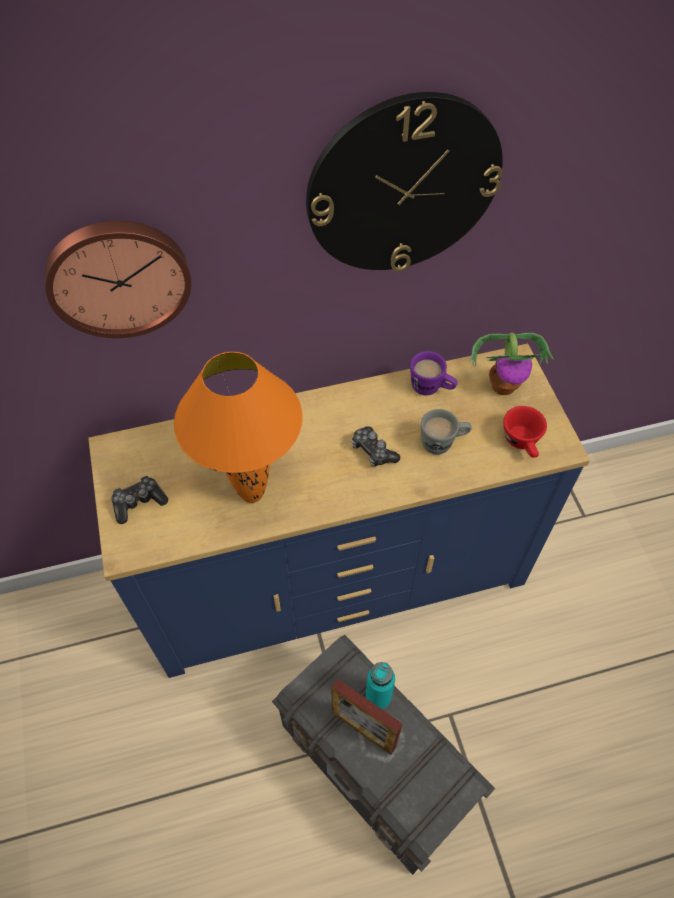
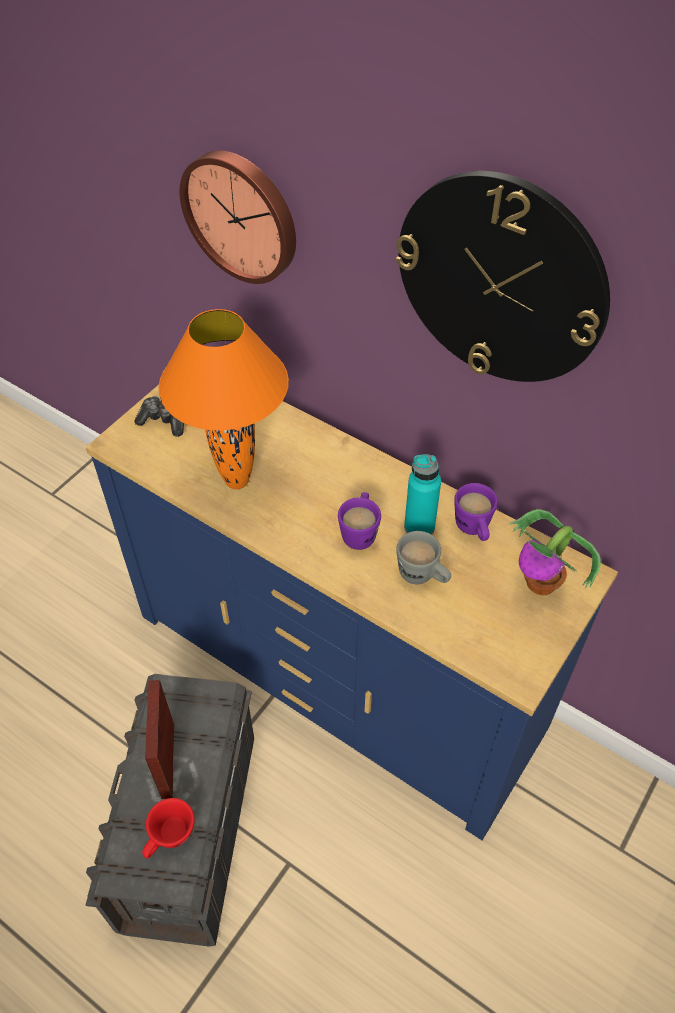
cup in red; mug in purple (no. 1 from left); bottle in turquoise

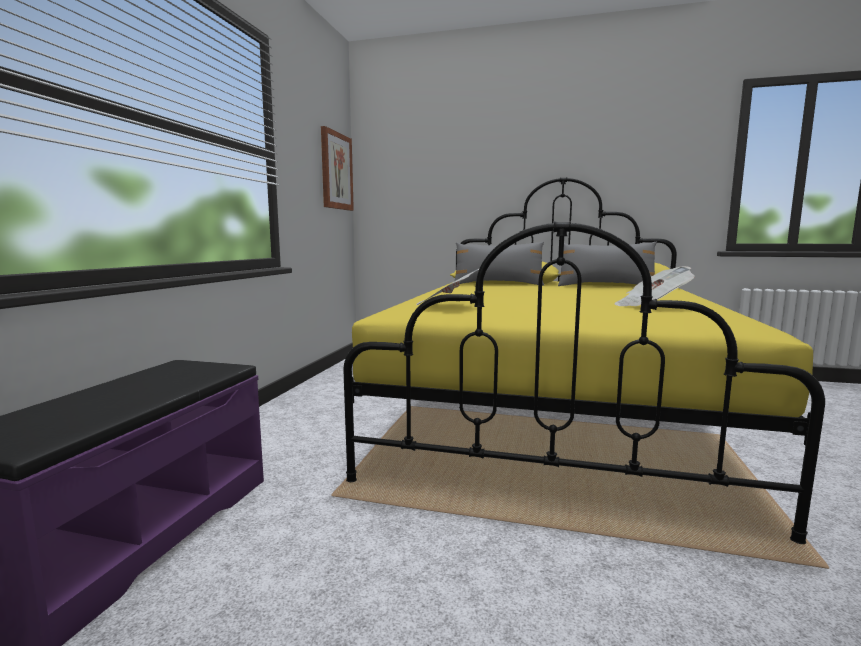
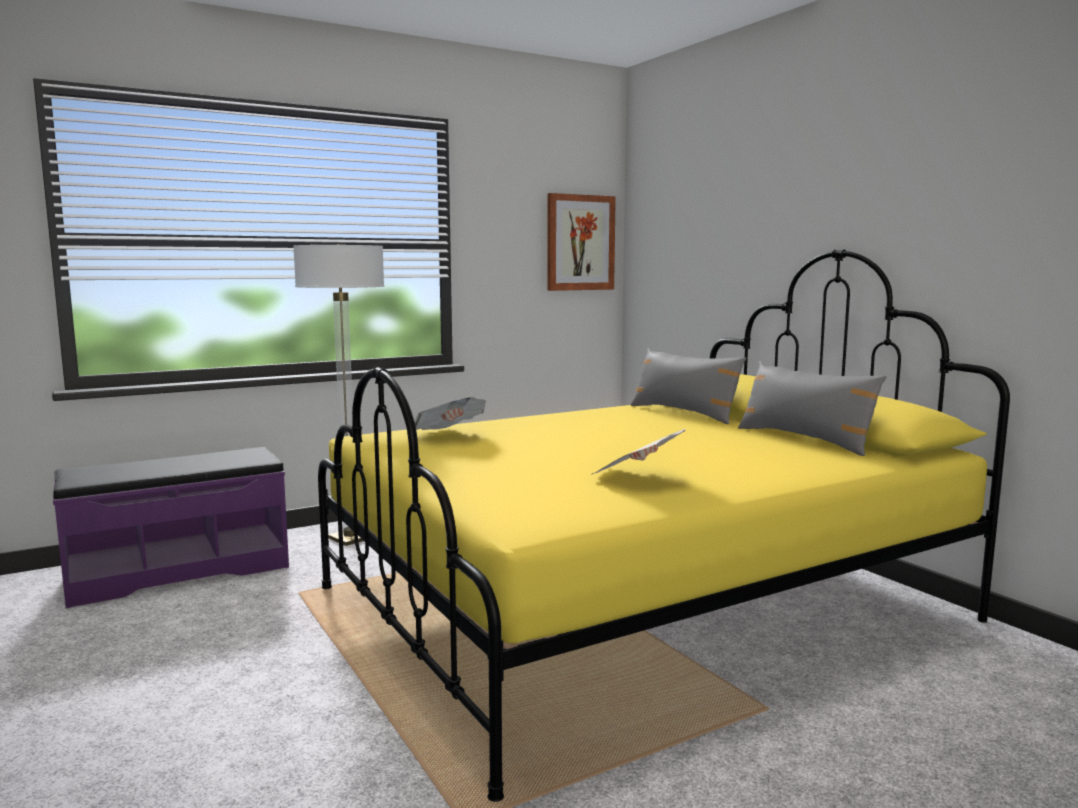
floor lamp

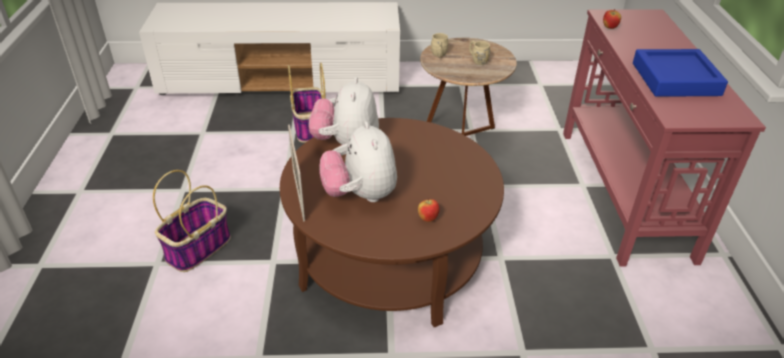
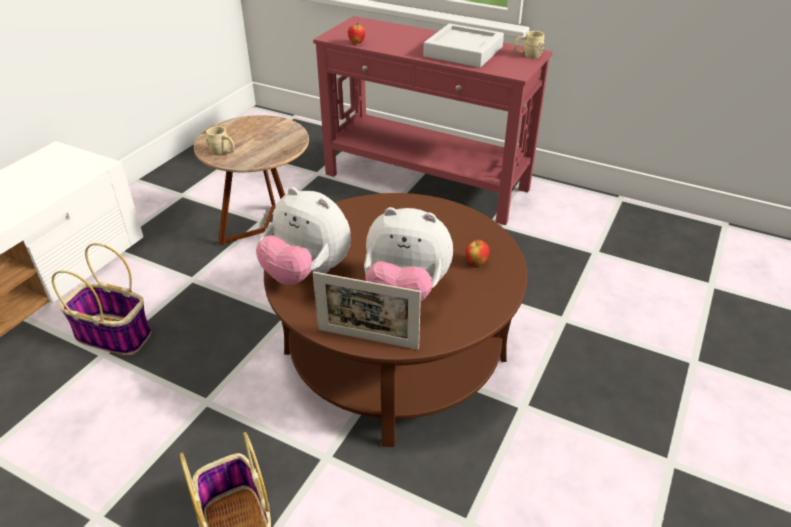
tray in grey; mug in beige (no. 2 from left)

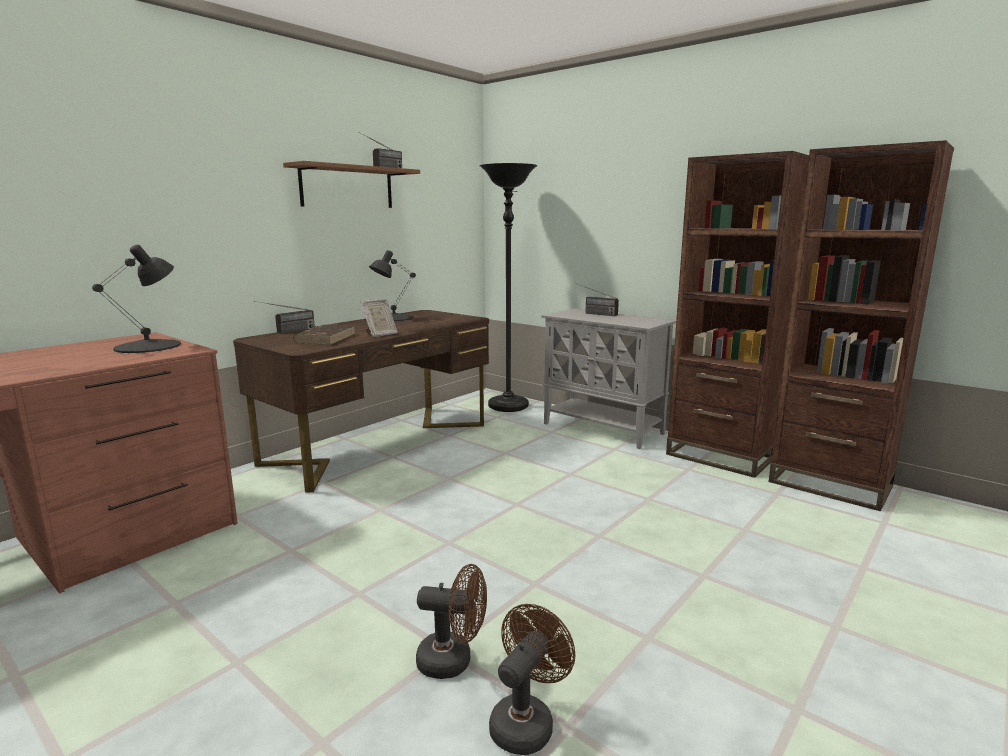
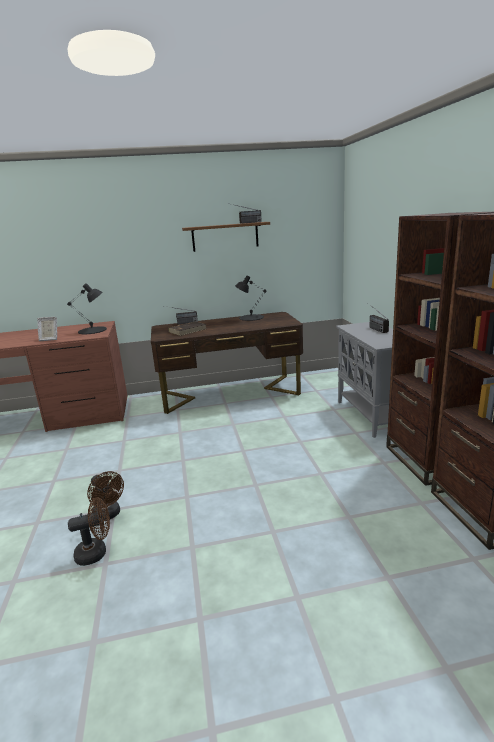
picture frame; floor lamp in black

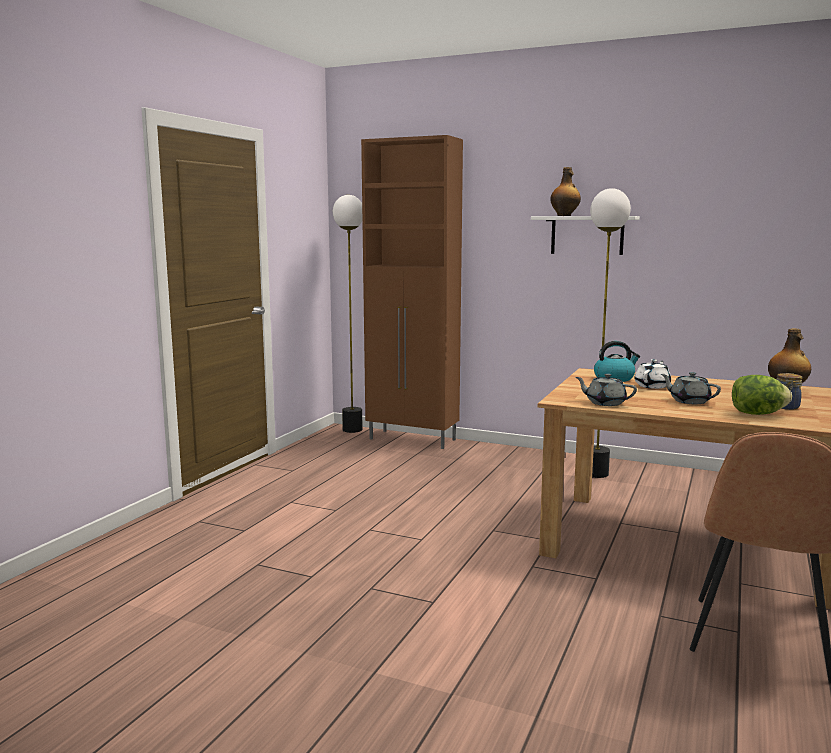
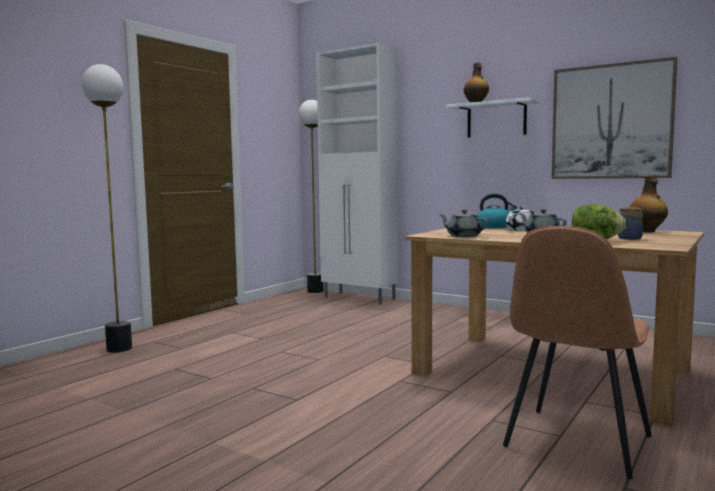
floor lamp (no. 1 from left); cabinet in white; picture

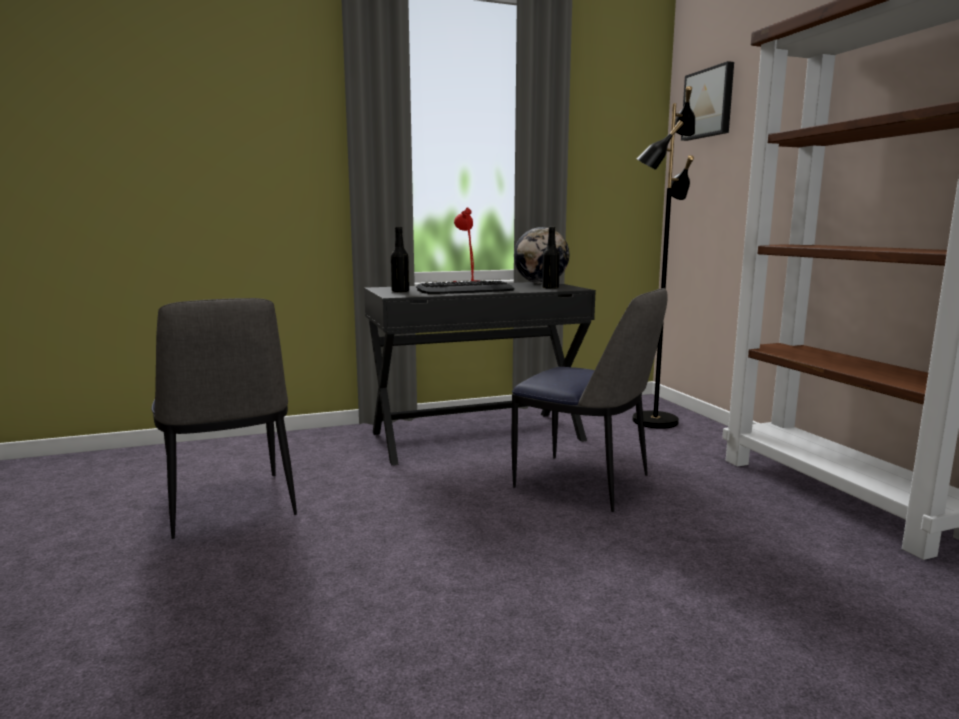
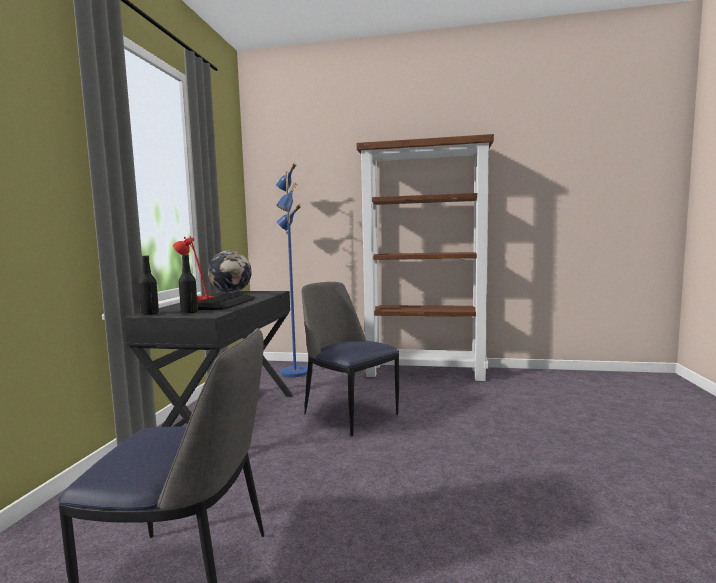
bottle in black (no. 1 from left); floor lamp in blue; chair (no. 2 from left); picture

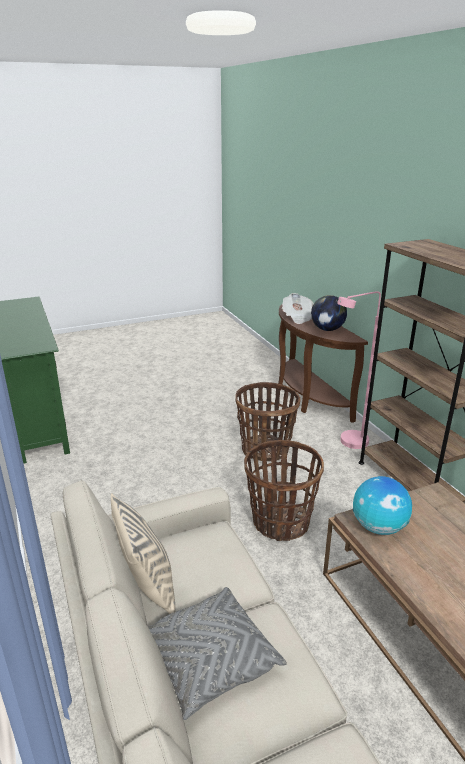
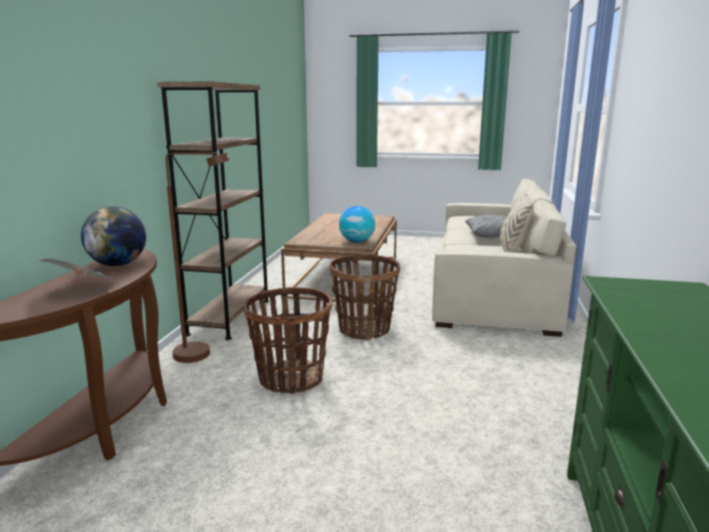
floor lamp in brown

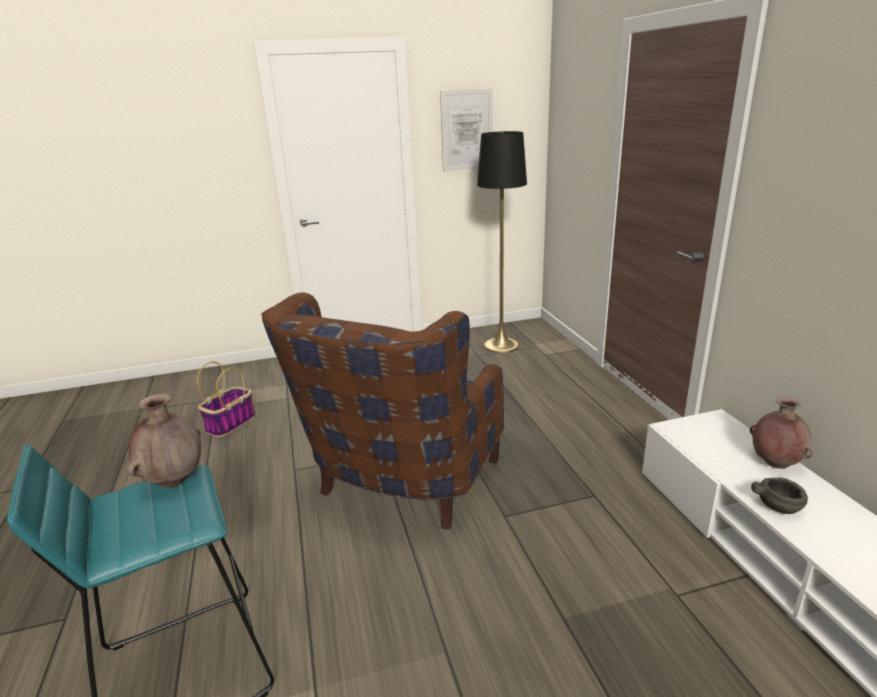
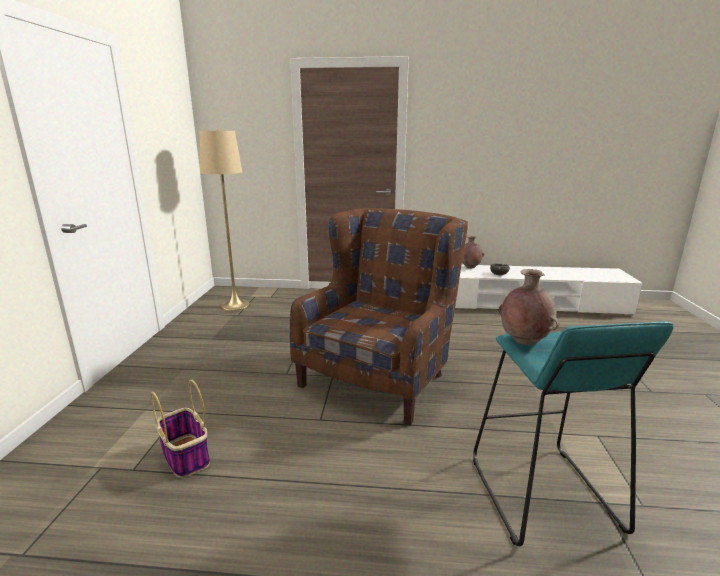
floor lamp in beige; armchair in brown; picture

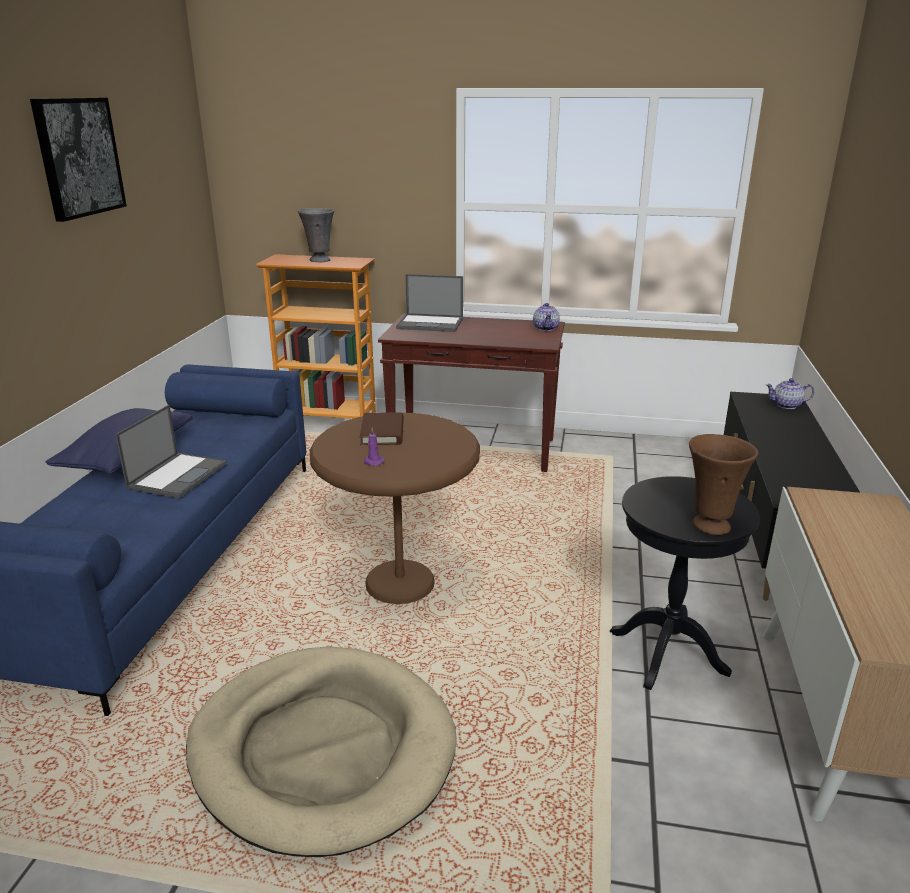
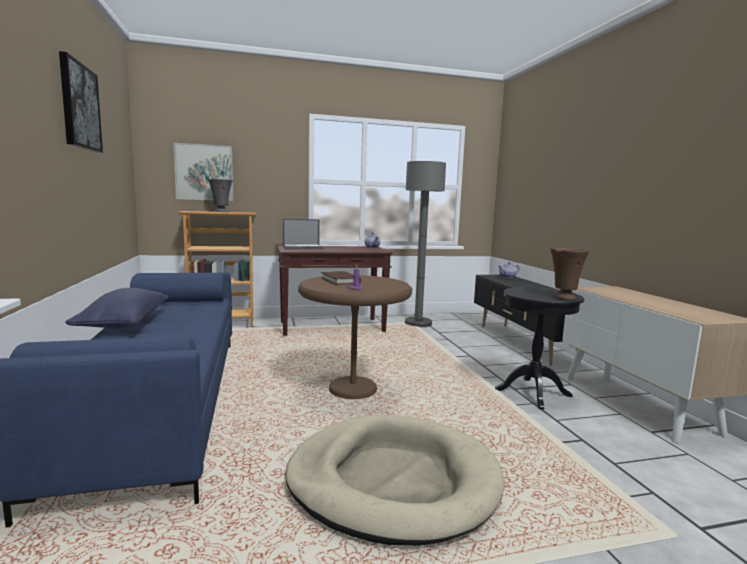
picture (no. 2 from left); floor lamp in grey; laptop (no. 1 from left in the first image)

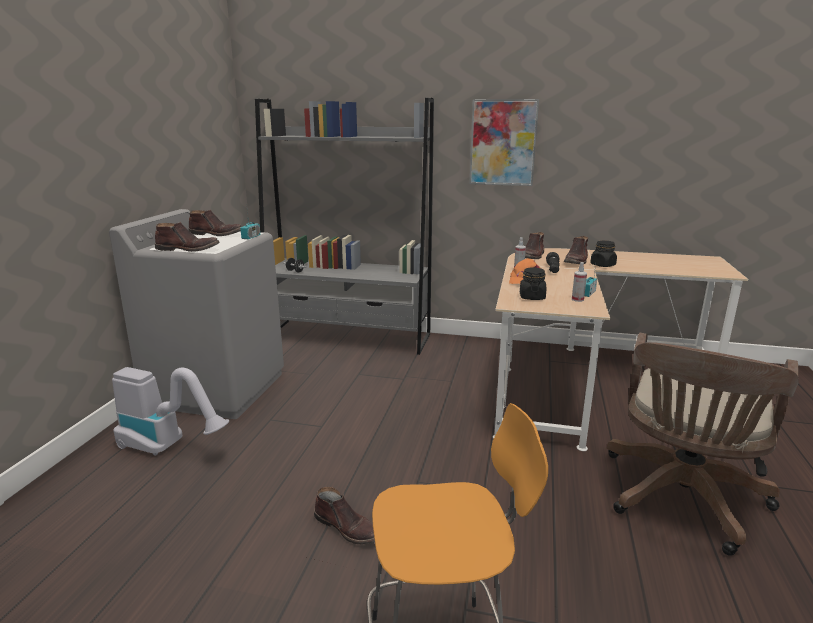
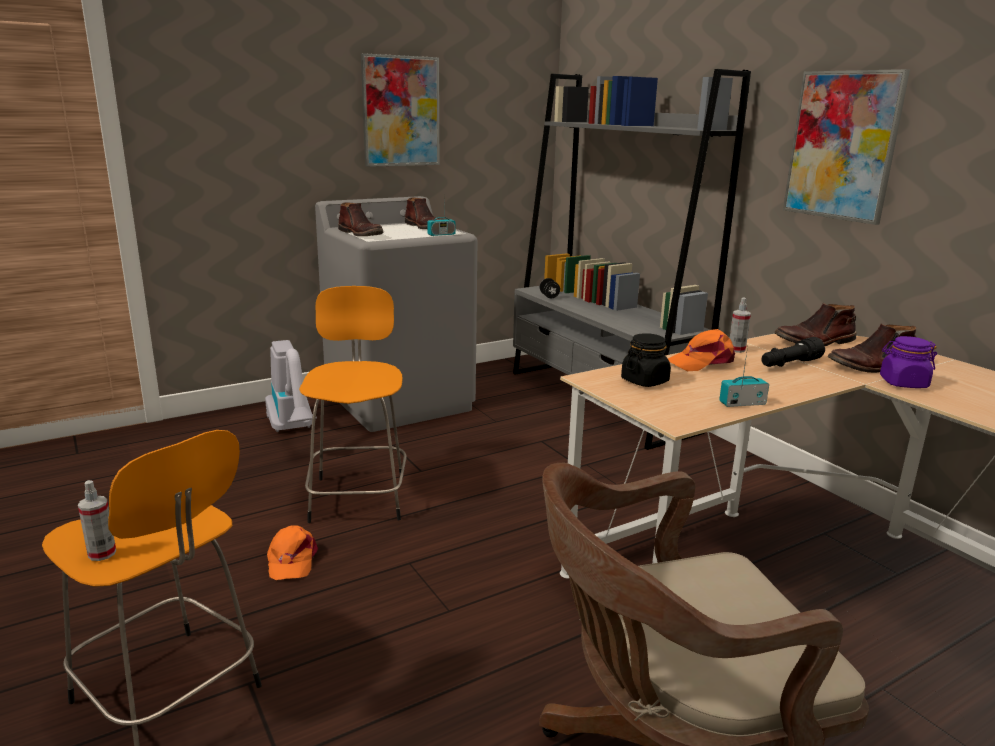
spray bottle (no. 1 from left); cap in orange (no. 1 from left); stool in orange (no. 2 from left); picture (no. 1 from left); jar in purple

